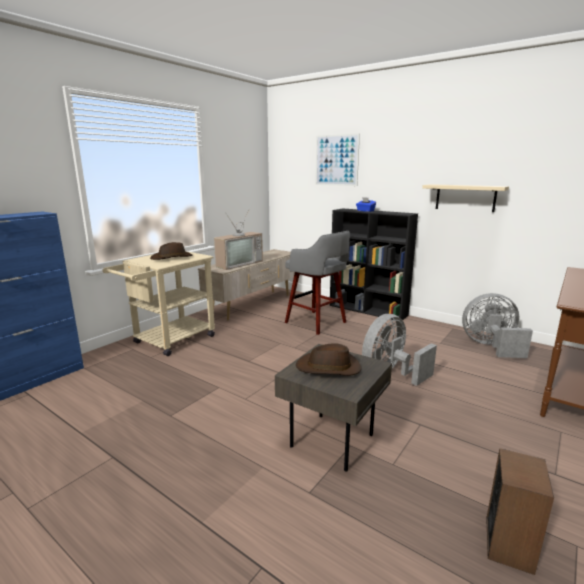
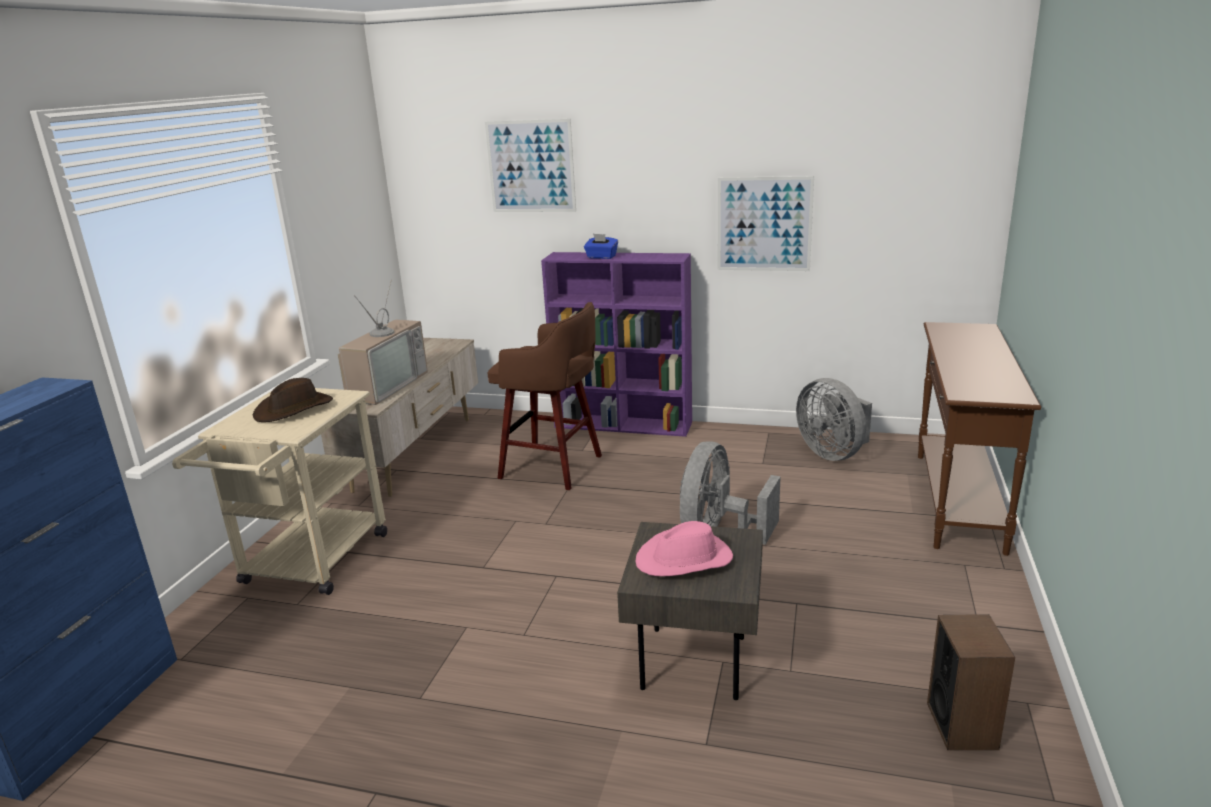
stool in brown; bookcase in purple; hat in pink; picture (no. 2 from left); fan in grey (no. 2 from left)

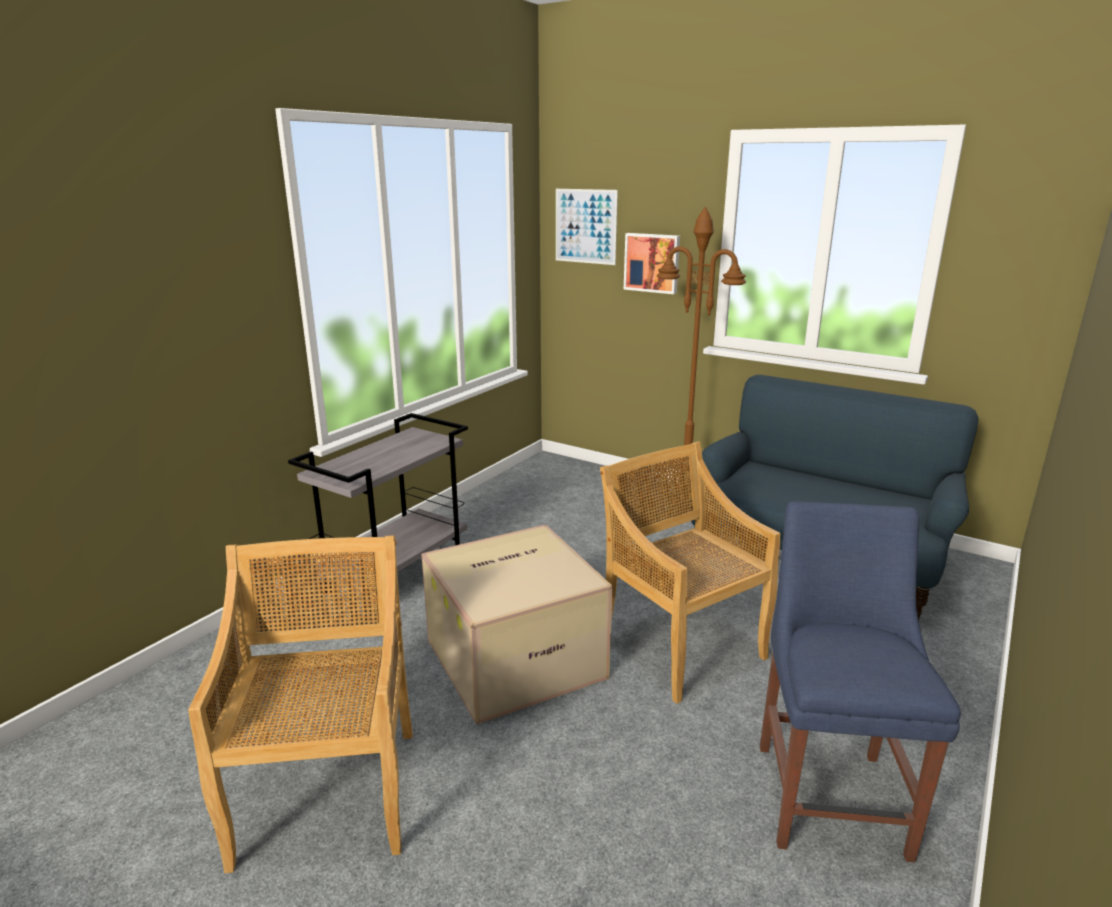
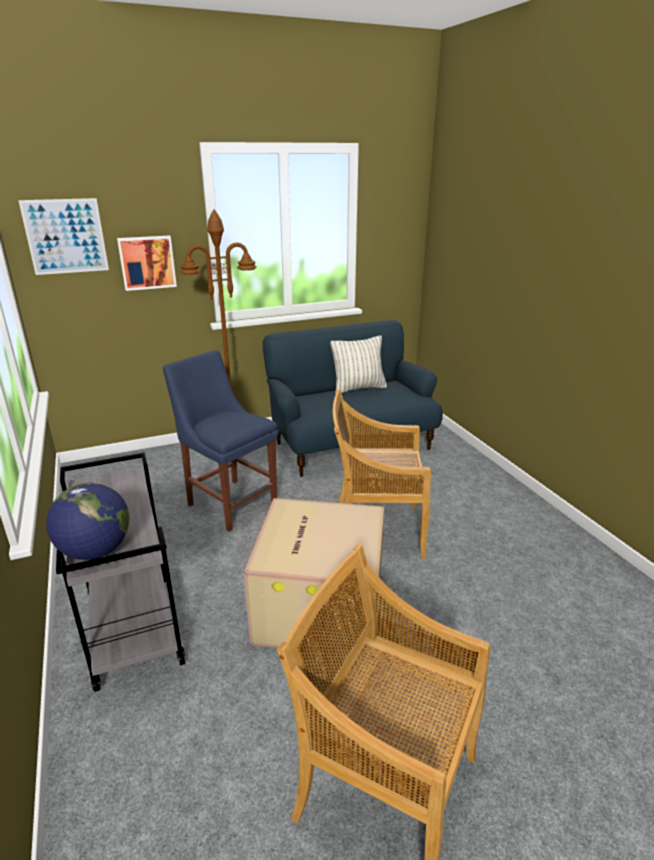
globe; chair in blue; pillow

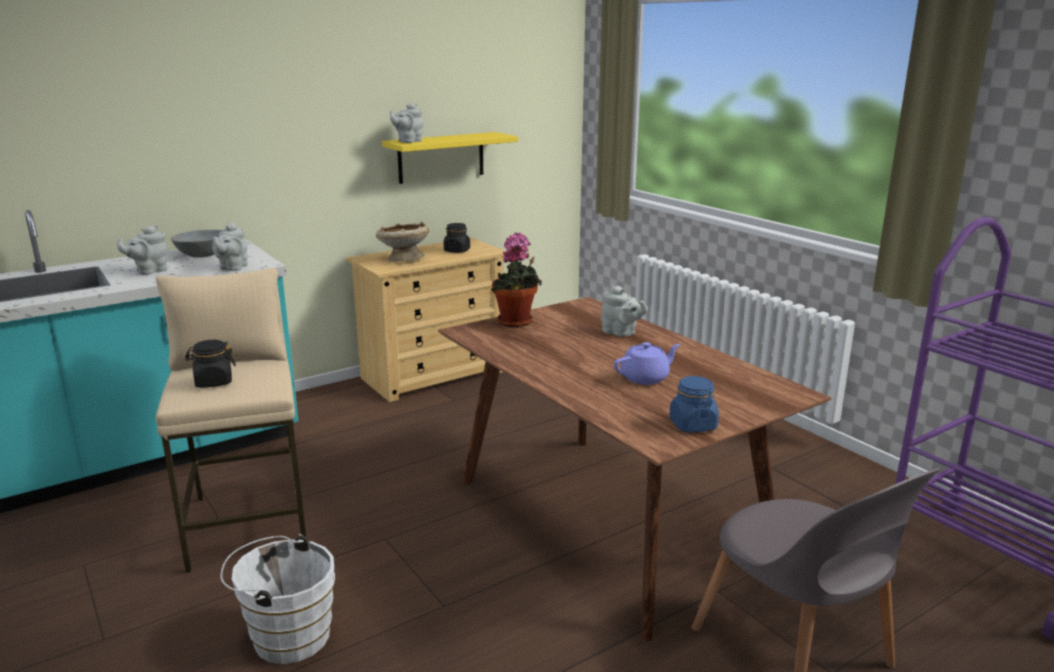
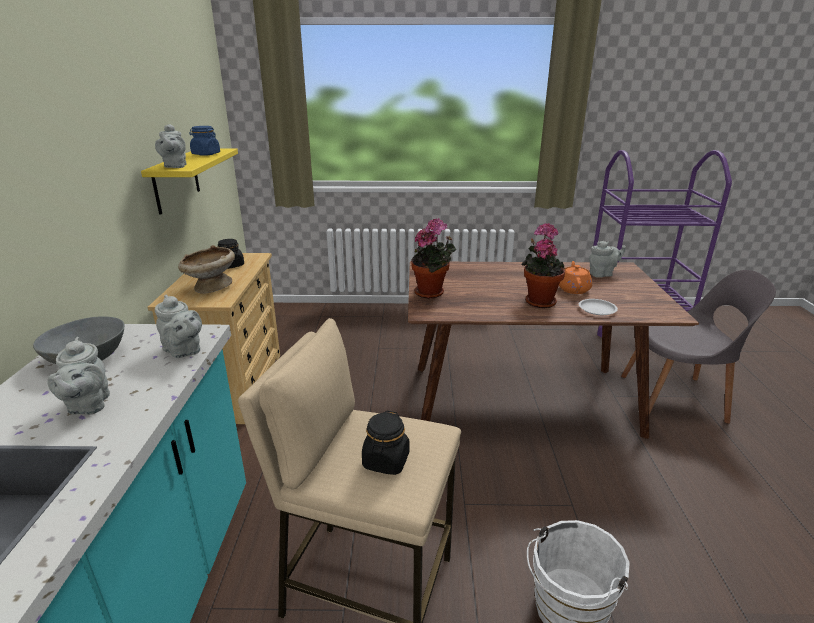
jar in blue; potted plant (no. 2 from left); teapot in orange; plate in white; teapot in grey (no. 4 from left)

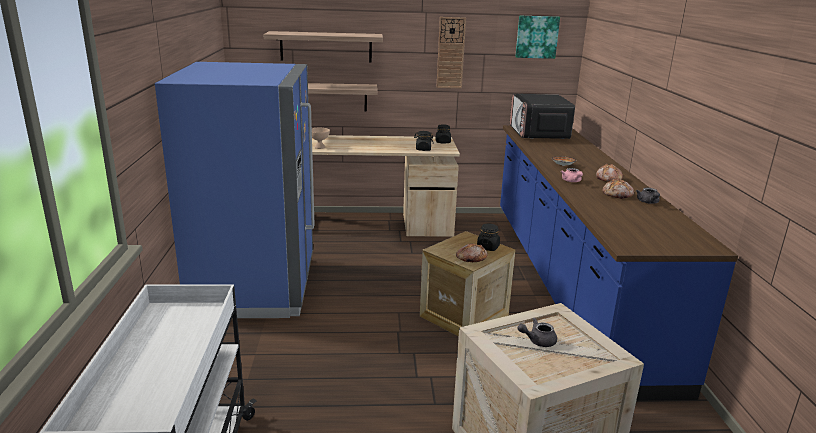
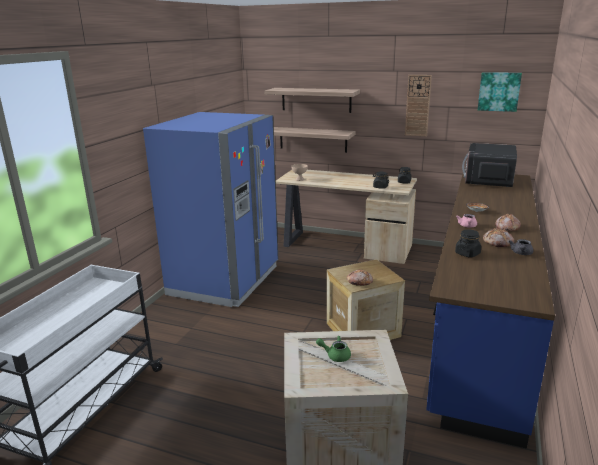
teapot in green; jar in black (no. 3 from left)

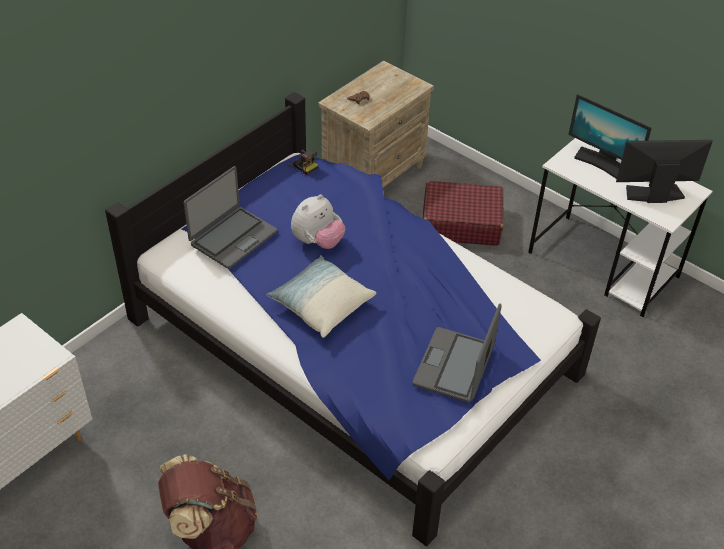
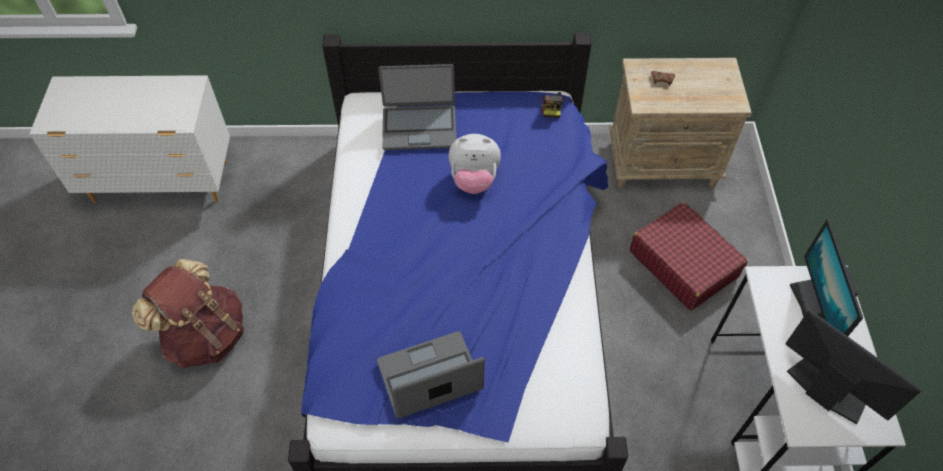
pillow

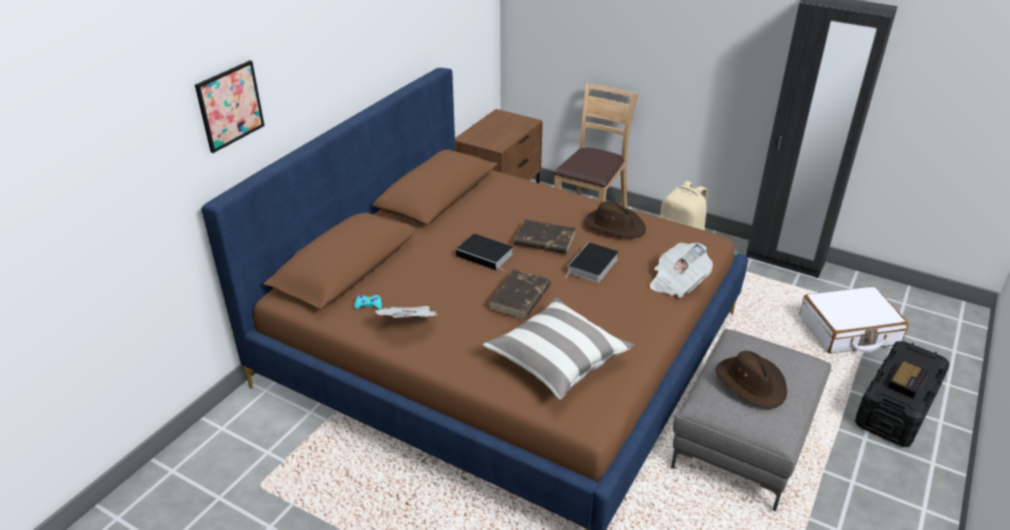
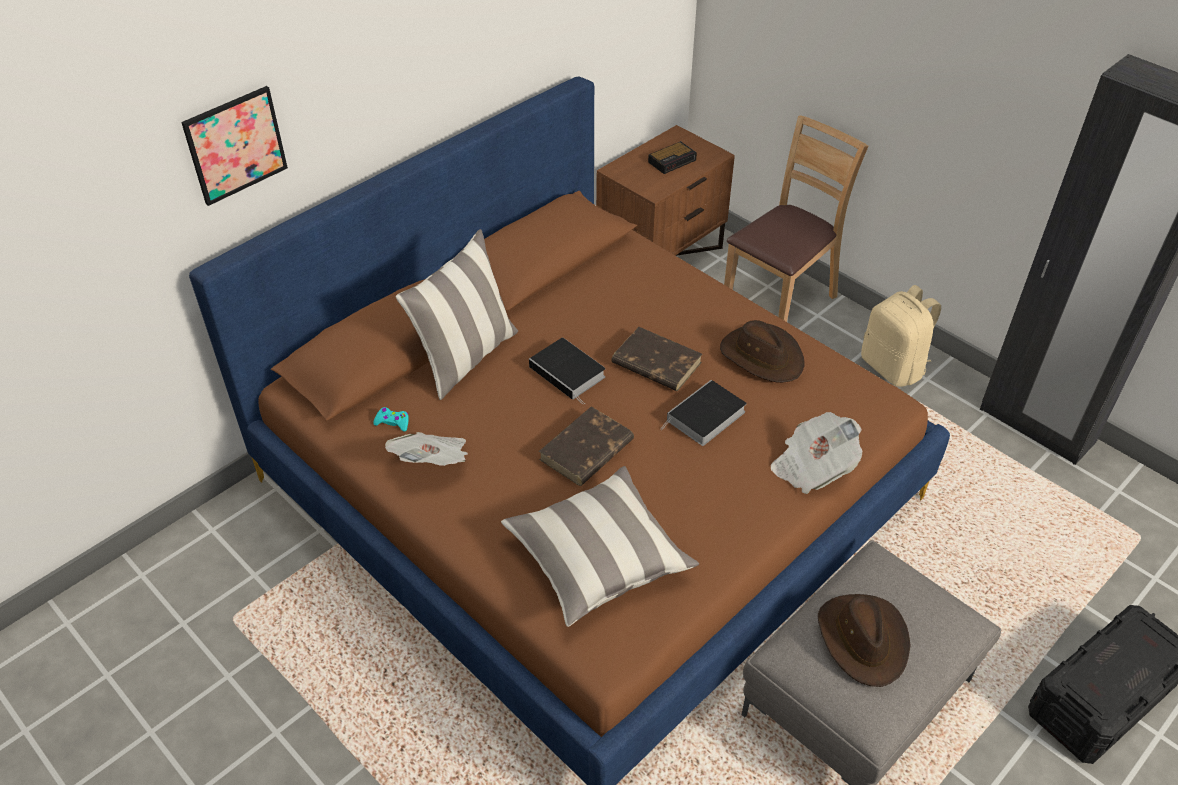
pillow (no. 1 from left); alarm clock; suitcase in white

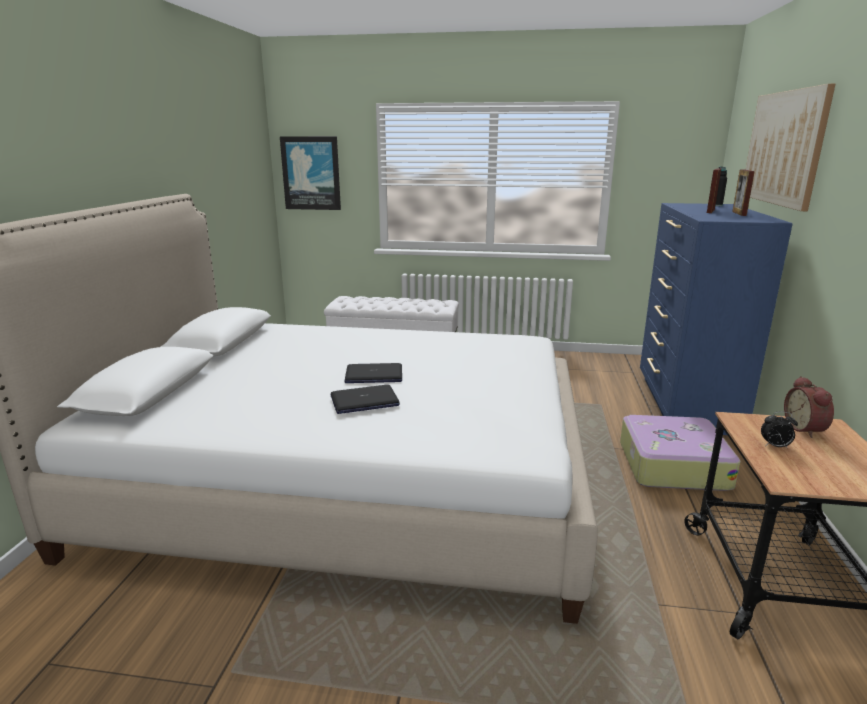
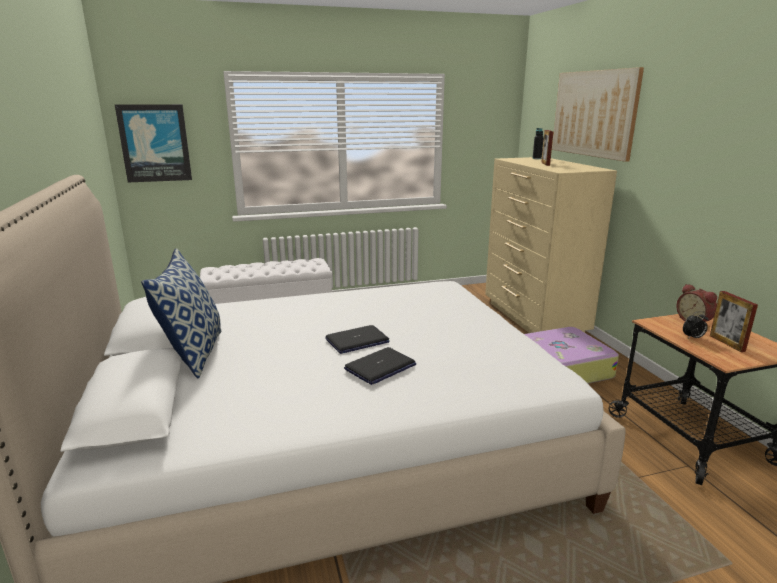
pillow; dresser in beige; picture frame (no. 2 from left)

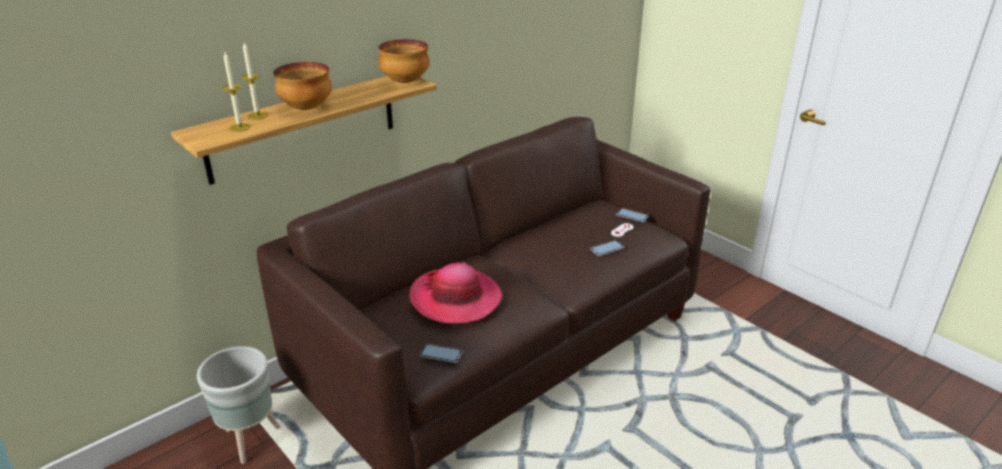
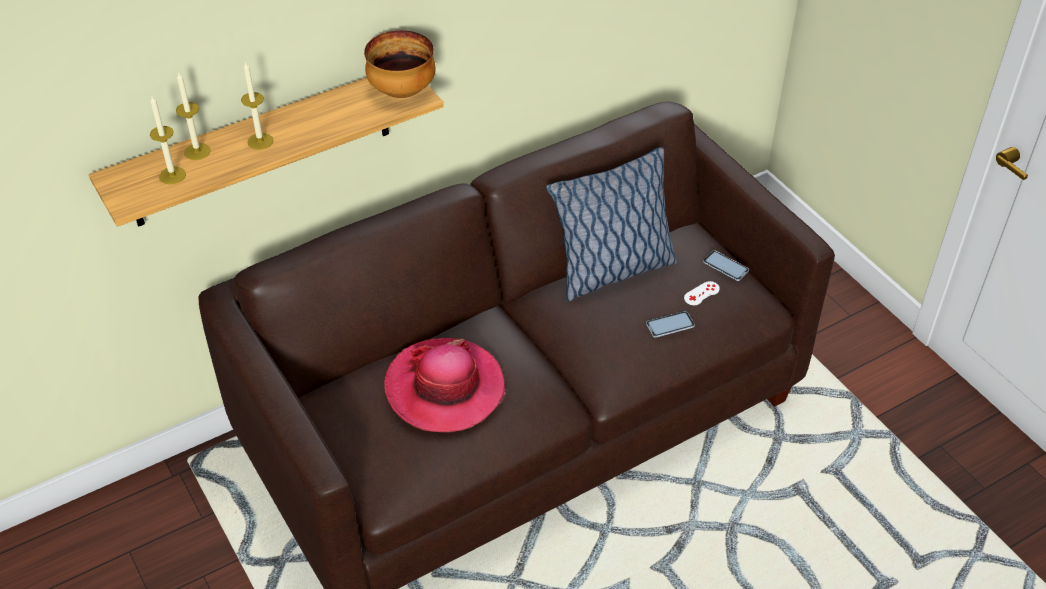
candle (no. 3 from left); pillow; planter in grey; phone (no. 1 from left in the first image)

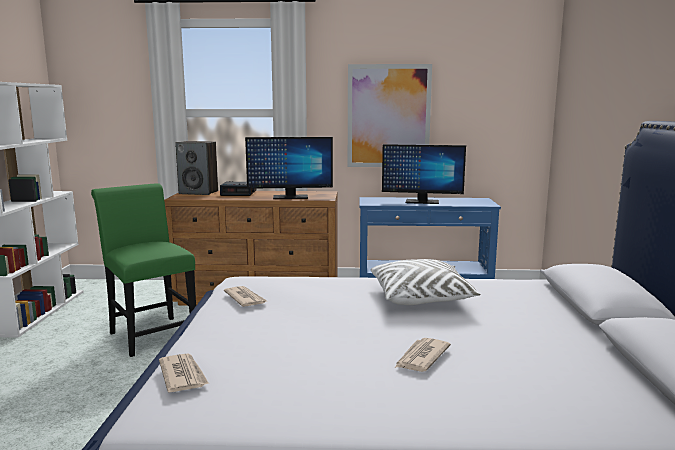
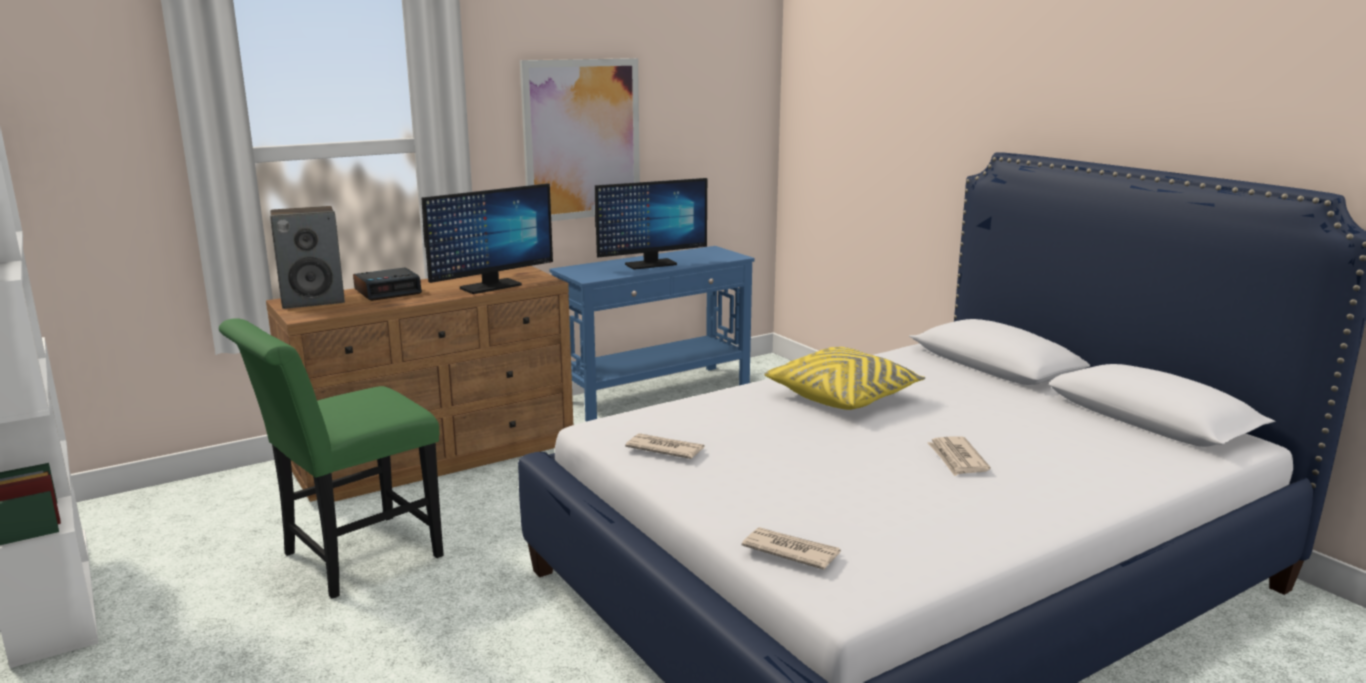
chair in green; pillow in yellow

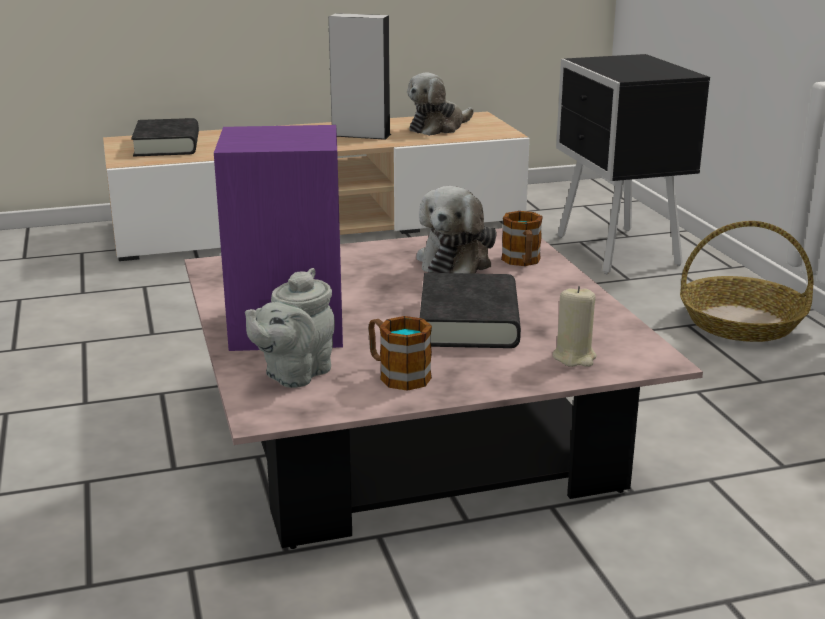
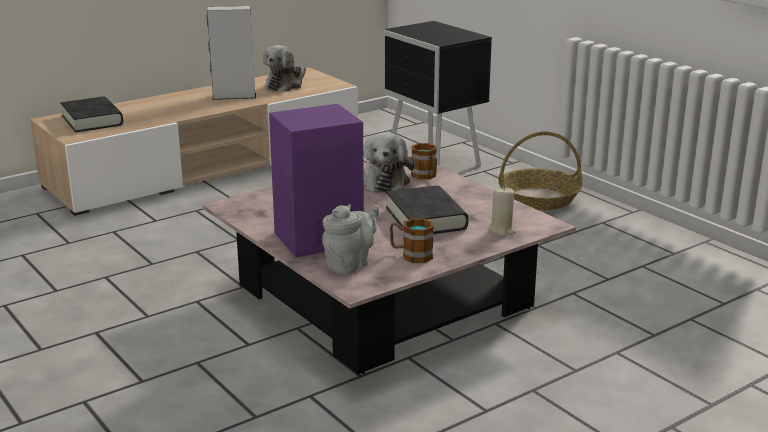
teapot in grey

